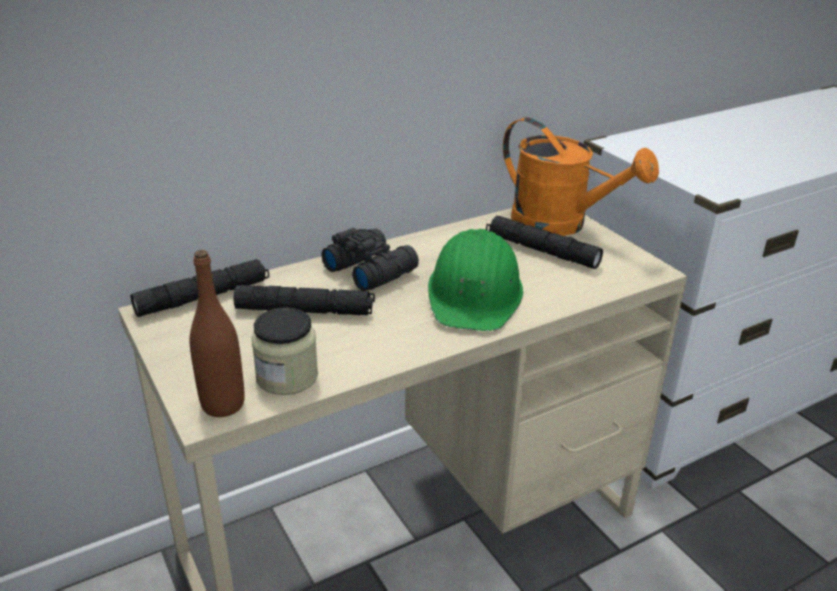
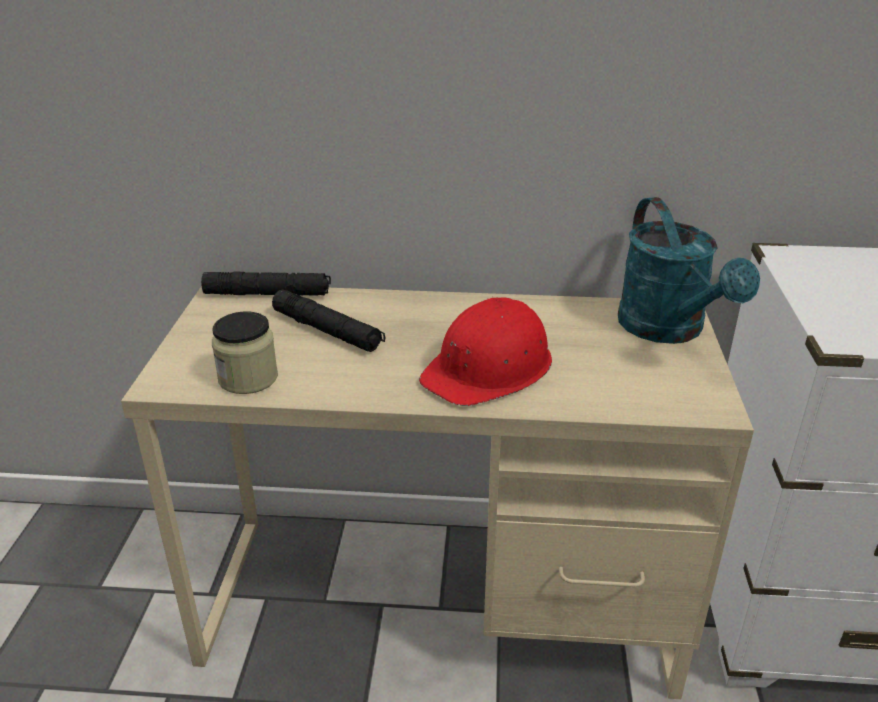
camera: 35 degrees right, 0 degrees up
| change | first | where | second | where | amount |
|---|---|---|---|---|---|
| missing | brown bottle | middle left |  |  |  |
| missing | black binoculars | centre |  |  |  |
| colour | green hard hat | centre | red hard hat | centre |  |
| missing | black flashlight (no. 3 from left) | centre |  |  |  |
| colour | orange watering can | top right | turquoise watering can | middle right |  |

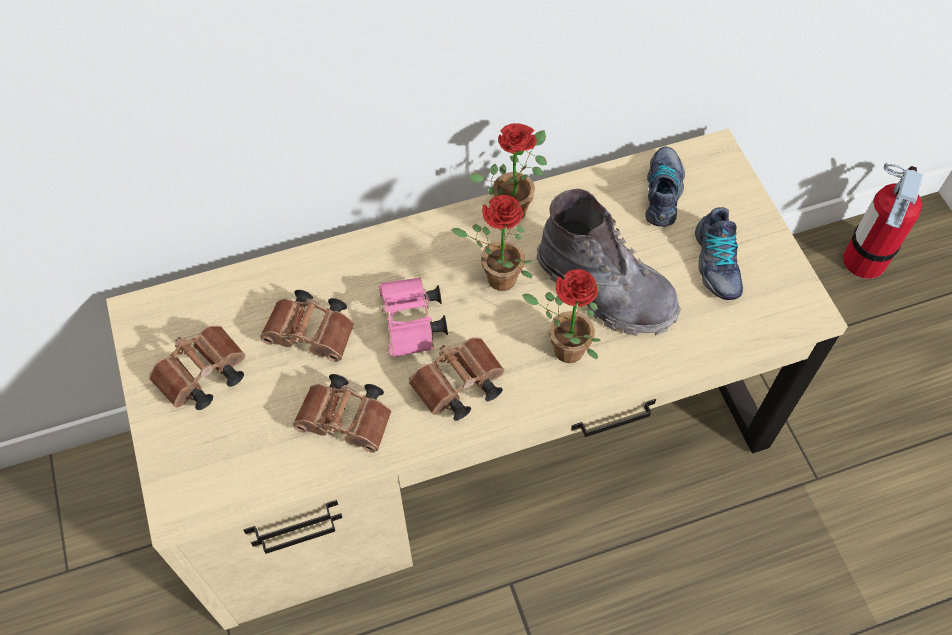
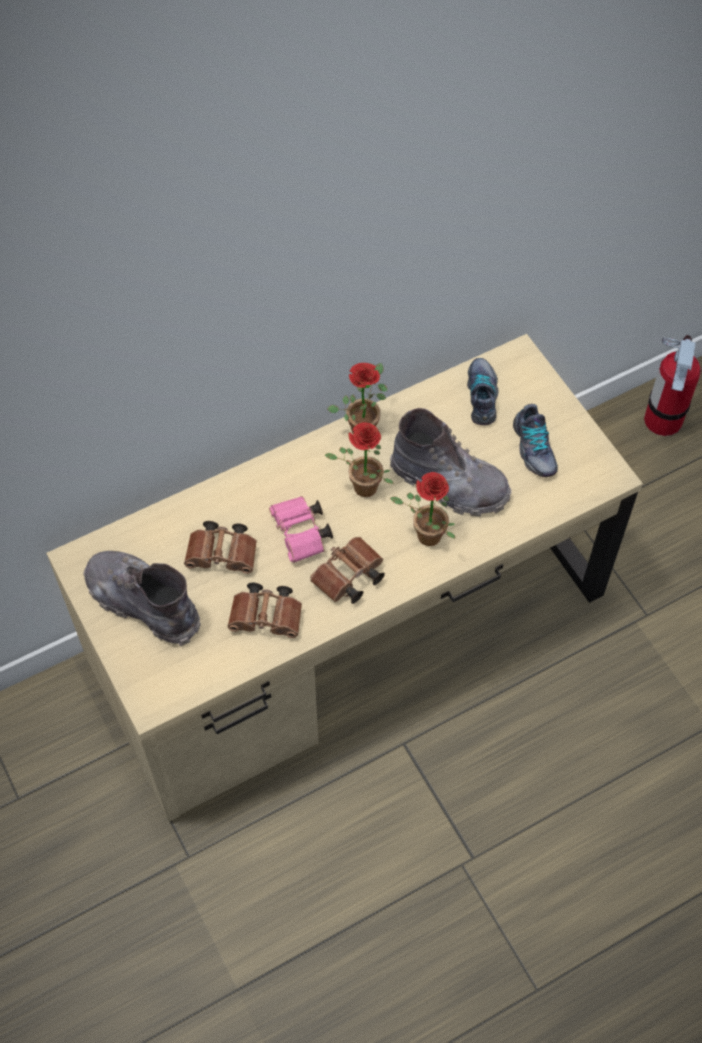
camera: 10 degrees left, 0 degrees up
| change | first | where | second | where | amount |
|---|---|---|---|---|---|
| exchanged | brown binoculars (no. 1 from left) | middle left | grey boot (no. 1 from left) | middle left |  |

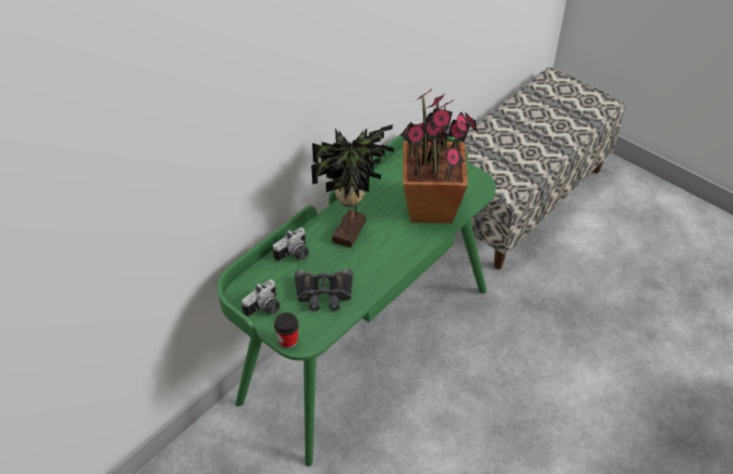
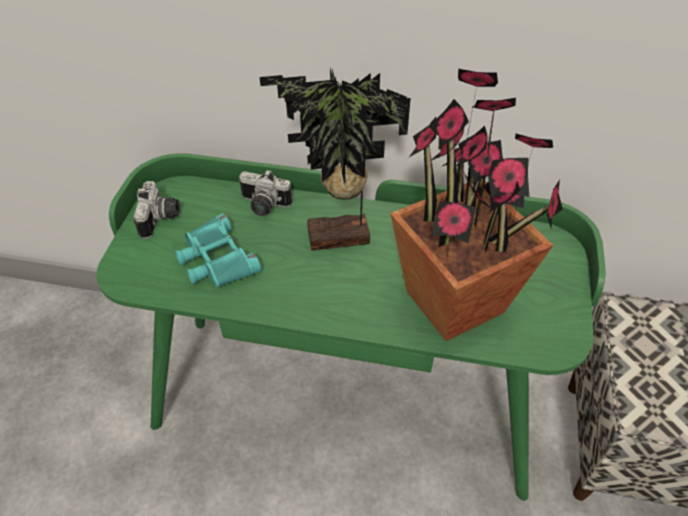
camera: 60 degrees right, 0 degrees up
| change | first | where | second | where | amount |
|---|---|---|---|---|---|
| spun | photo camera (no. 1 from left) | centre |  | middle left | 105 degrees counterclockwise |
| missing | cup | bottom centre |  |  |  |
| colour | black binoculars | centre | turquoise binoculars | middle left |  |

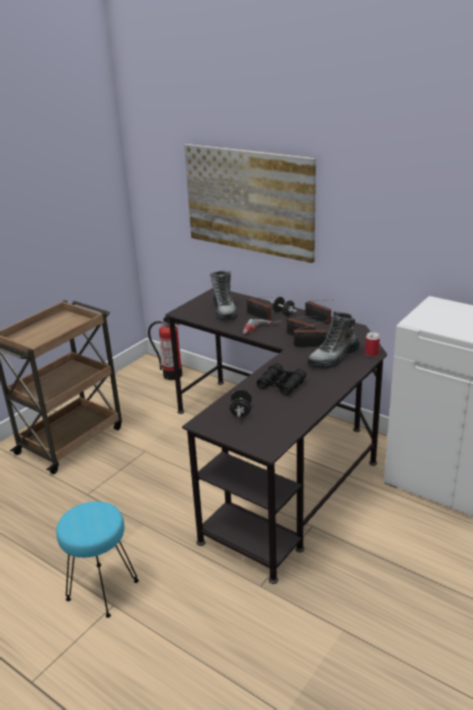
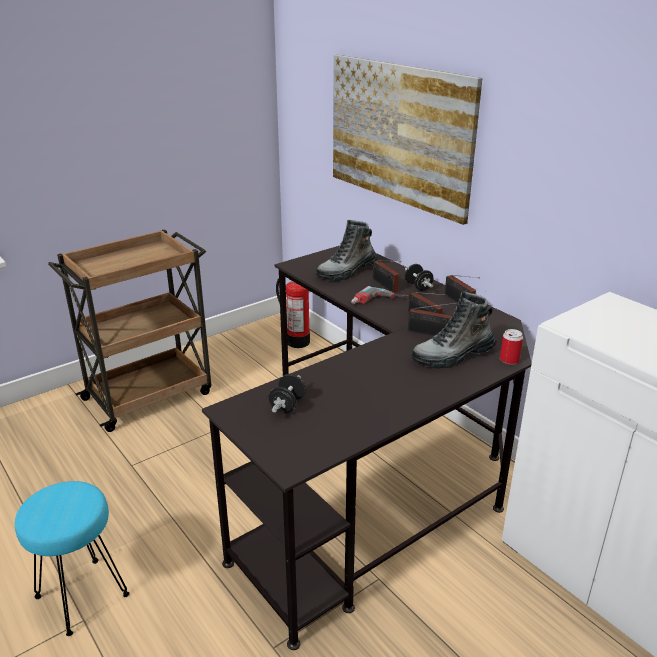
camera: 15 degrees right, 0 degrees up
| change | first | where | second | where | amount |
|---|---|---|---|---|---|
| spun | boot (no. 1 from left) | centre |  | centre | 45 degrees clockwise |
| missing | black binoculars | centre |  |  |  |

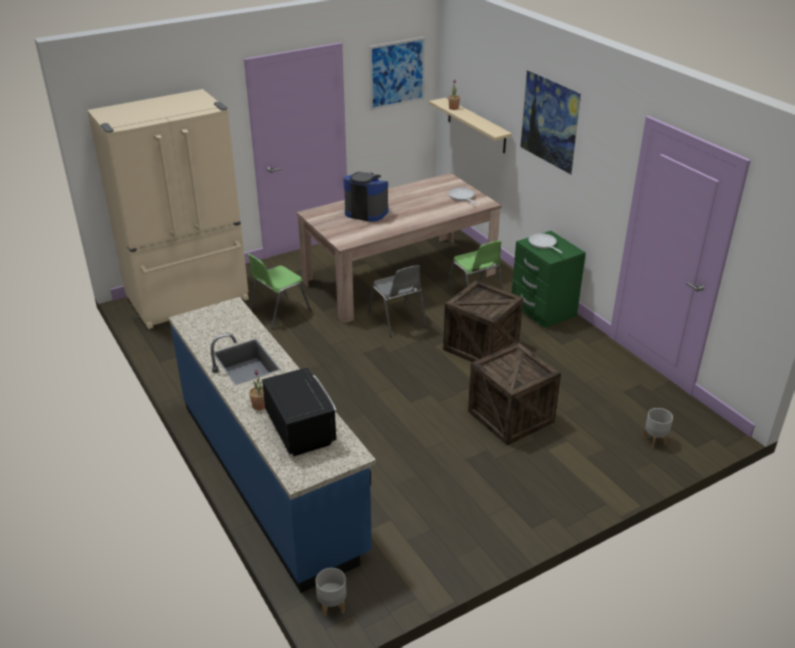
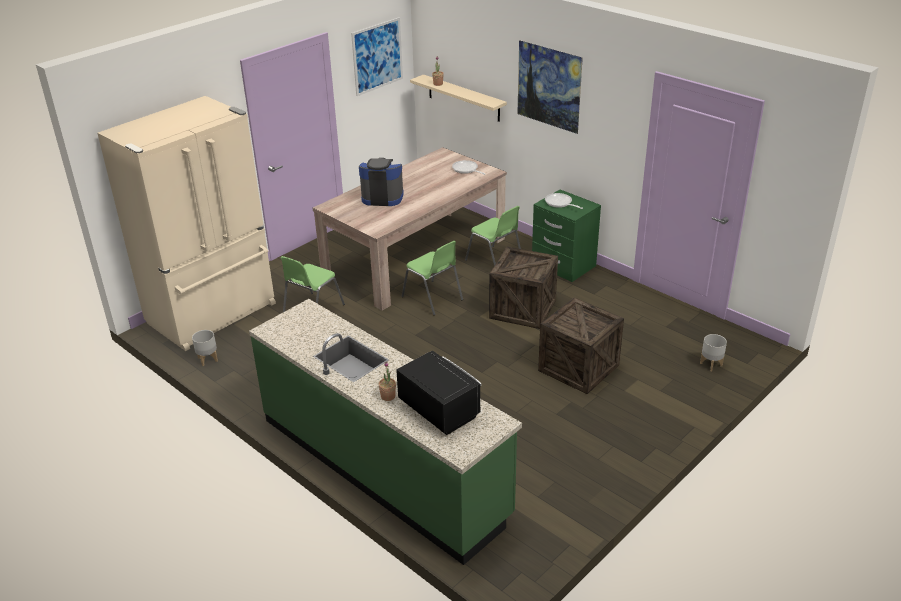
camera: 15 degrees left, 0 degrees up
| change | first | where | second | where | amount |
|---|---|---|---|---|---|
| colour | blue counter | bottom centre | green counter | bottom centre |  |
| relocated | grey planter (no. 1 from left) | bottom centre |  | middle left |  |
| colour | grey chair | centre | green chair (no. 2 from left) | centre |  |

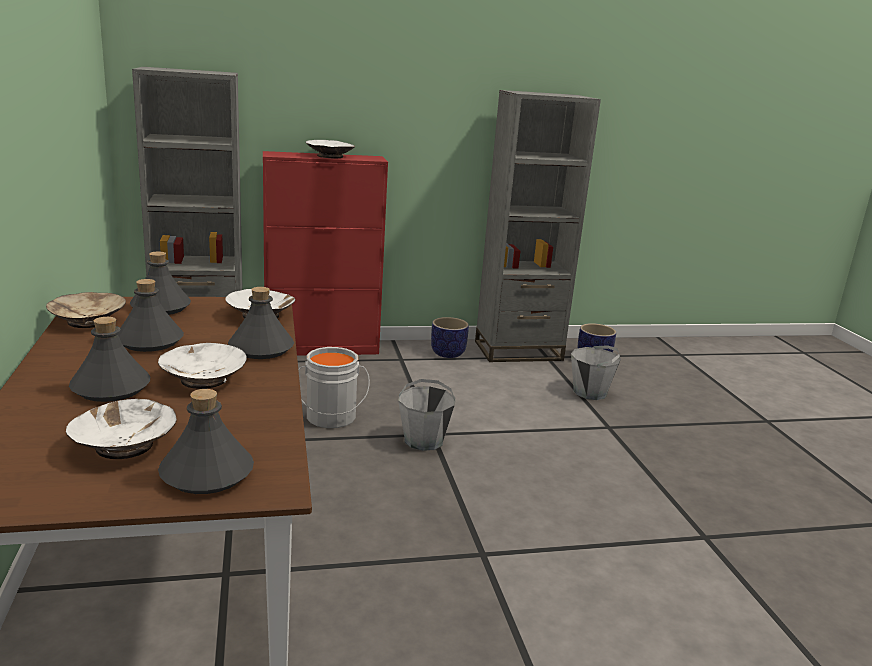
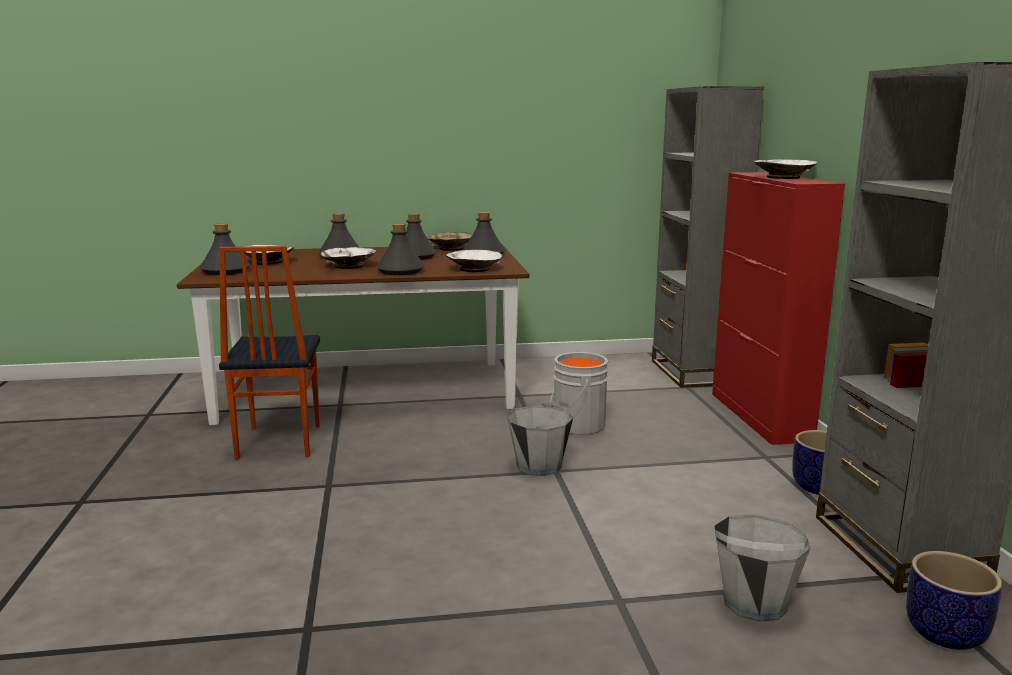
camera: 95 degrees right, 5 degrees down
| change | first | where | second | where | amount |
|---|---|---|---|---|---|
| appeared |  |  | chair | middle left |  |

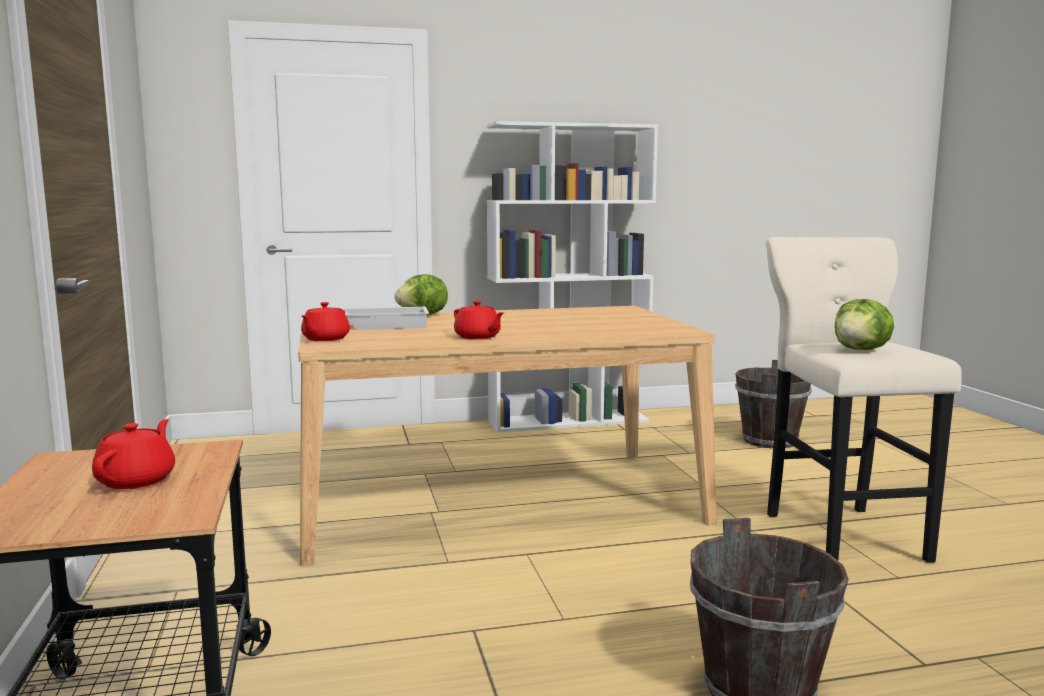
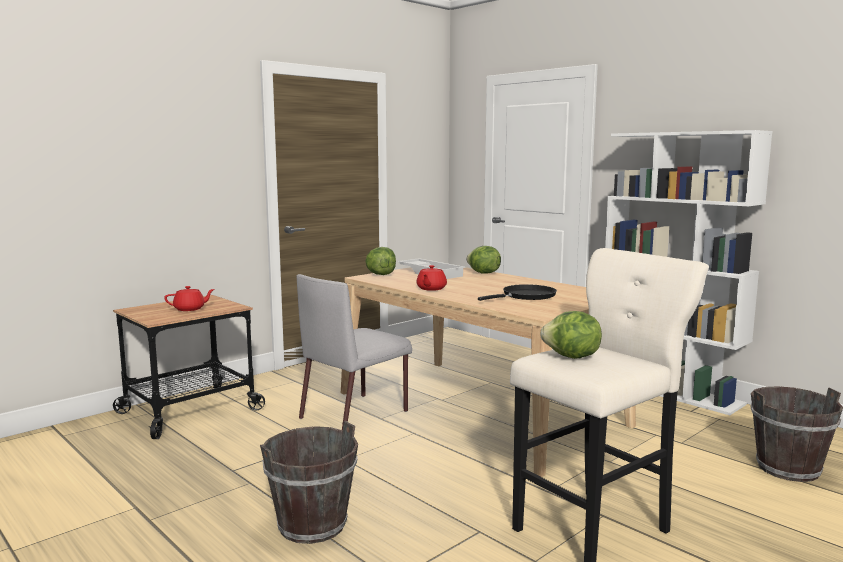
camera: 60 degrees right, 0 degrees up
| change | first | where | second | where | amount |
|---|---|---|---|---|---|
| exchanged | red teapot (no. 2 from left) | middle left | lettuce (no. 1 from left) | centre |  |
| appeared |  |  | grey chair | centre |  |
| appeared |  |  | black frying pan | centre |  |

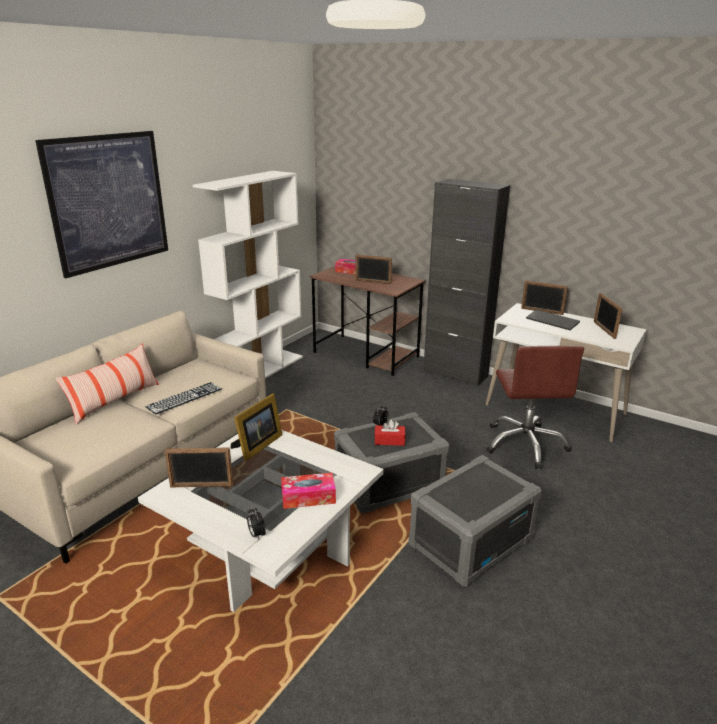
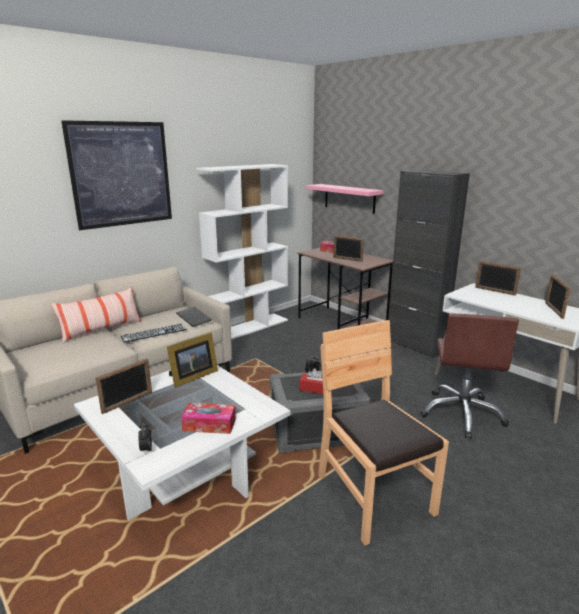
camera: 15 degrees right, 5 degrees down
| change | first | where | second | where | amount |
|---|---|---|---|---|---|
| spun | picture frame (no. 1 from left) | middle left |  | middle left | 60 degrees counterclockwise |
| exchanged | grey storage box (no. 2 from left) | bottom centre | brown chair | bottom centre |  |
| relocated | keyboard (no. 2 from left) | middle right |  | centre |  |
| appeared |  |  | pink shelf | top centre |  |

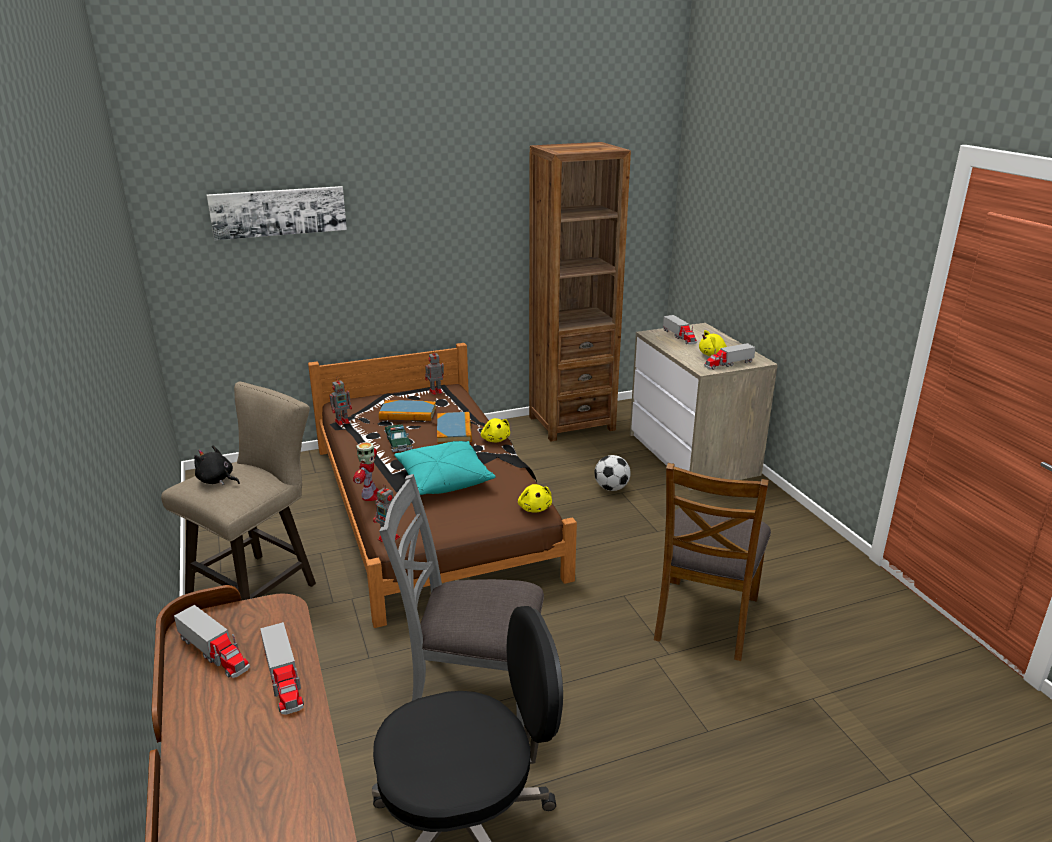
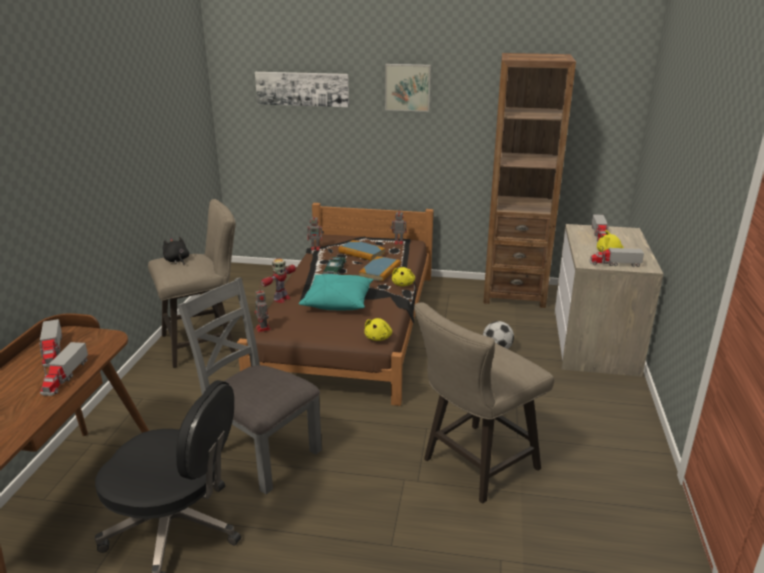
camera: 30 degrees right, 0 degrees up
| change | first | where | second | where | amount |
|---|---|---|---|---|---|
| exchanged | brown chair | bottom right | beige stool (no. 2 from left) | bottom centre |  |
| appeared |  |  | picture (no. 2 from left) | top centre |  |

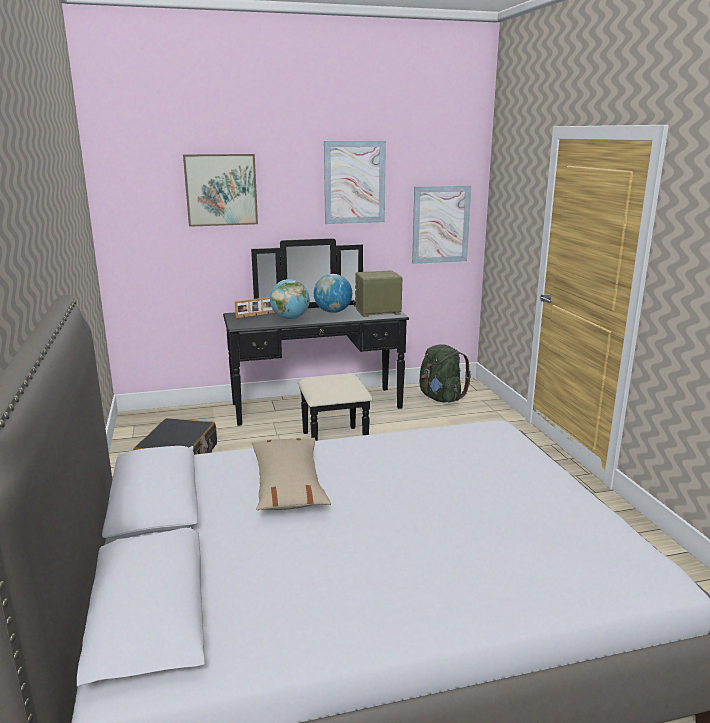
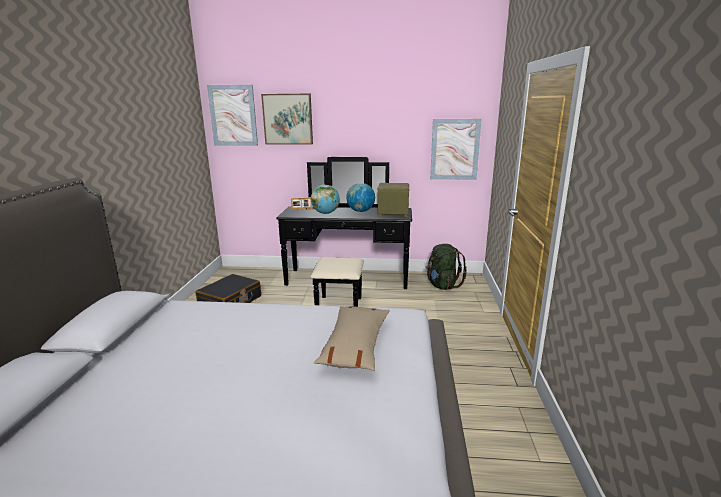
camera: 20 degrees right, 0 degrees up
| change | first | where | second | where | amount |
|---|---|---|---|---|---|
| relocated | beige pillow | centre |  | bottom centre |  |
| relocated | picture (no. 2 from left in the first image) | top centre | picture (no. 1 from left) | top left |  |

